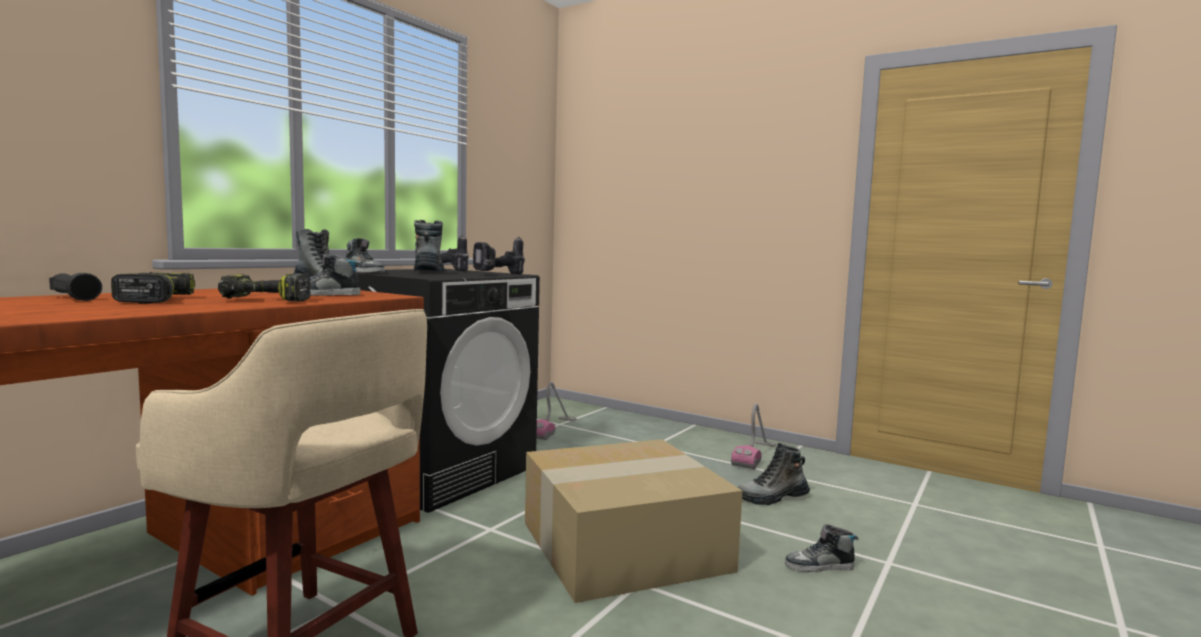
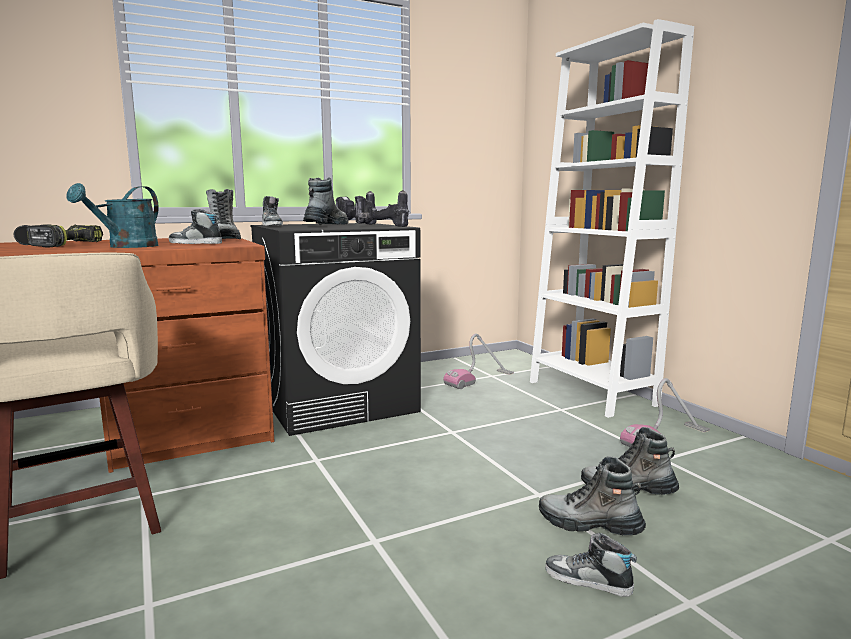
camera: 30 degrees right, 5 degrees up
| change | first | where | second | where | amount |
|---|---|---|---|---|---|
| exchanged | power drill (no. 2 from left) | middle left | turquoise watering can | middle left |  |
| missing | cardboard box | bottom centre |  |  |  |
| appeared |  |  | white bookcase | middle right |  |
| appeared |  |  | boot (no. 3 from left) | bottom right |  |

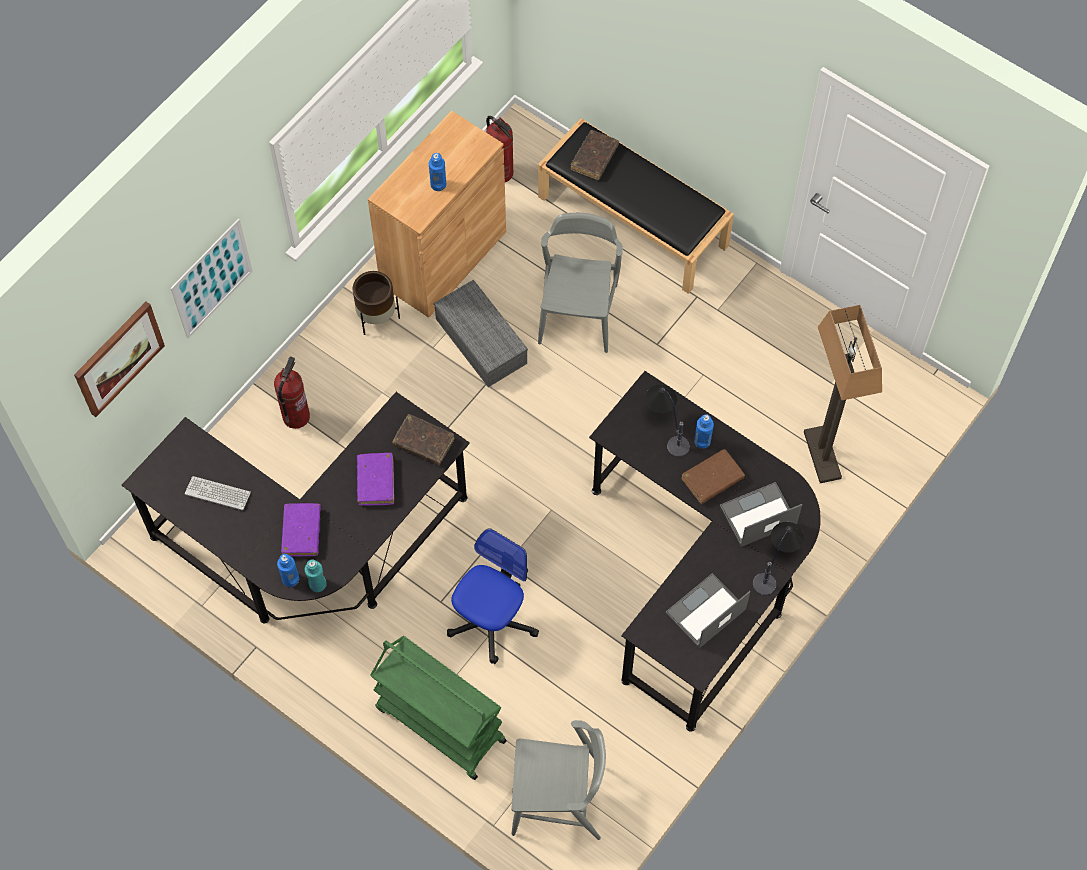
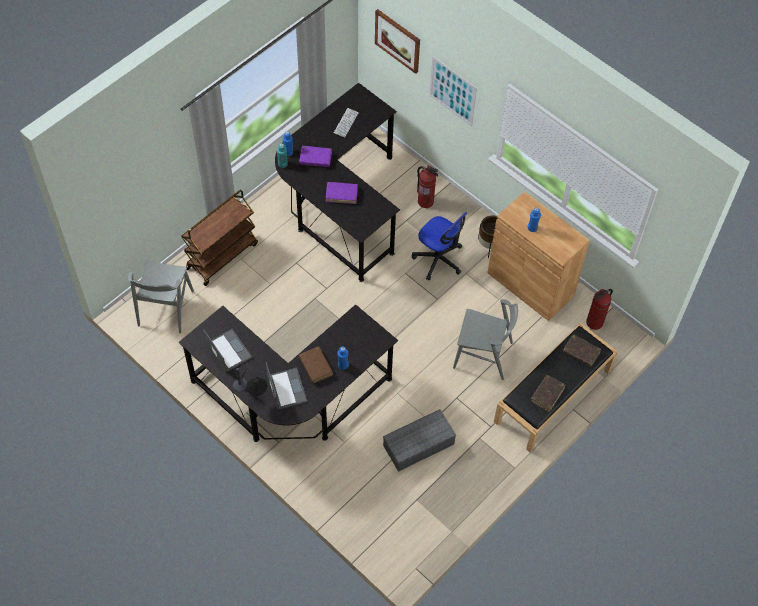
camera: 95 degrees right, 5 degrees down
| change | first | where | second | where | amount |
|---|---|---|---|---|---|
| colour | green cart | bottom centre | brown cart | middle left |  |
| relocated | brown book (no. 1 from left in the first image) | centre | brown book (no. 2 from left) | middle right |  |
| relocated | grey storage box | centre |  | bottom centre |  |
| relocated | office chair | bottom centre |  | centre |  |
| missing | table lamp (no. 1 from left) | centre |  |  |  |
| missing | floor lamp | middle right |  |  |  |

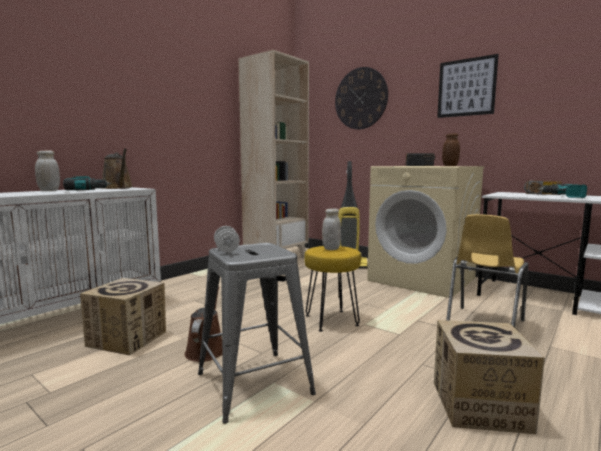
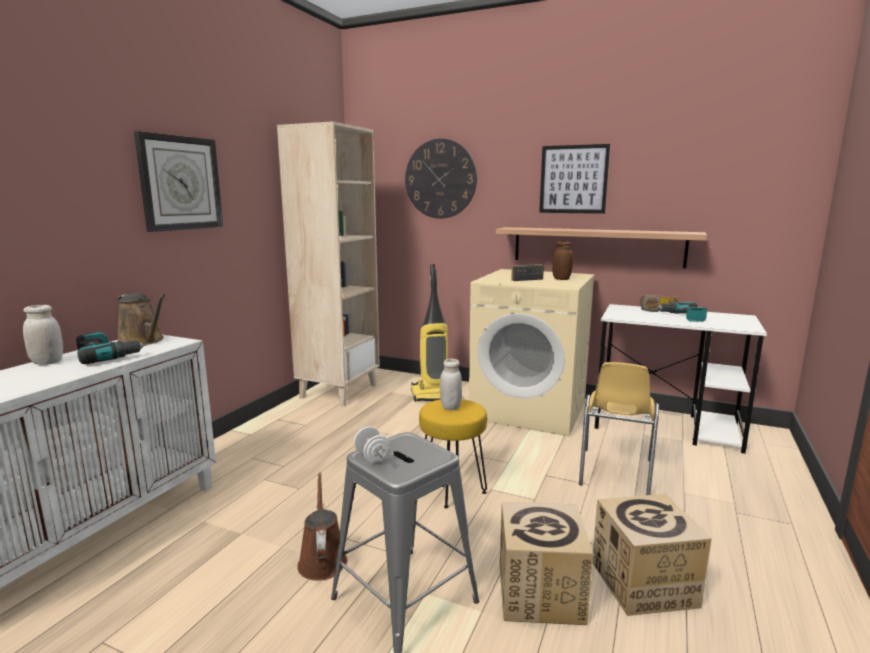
camera: 15 degrees left, 5 degrees up
| change | first | where | second | where | amount |
|---|---|---|---|---|---|
| relocated | cardboard box (no. 1 from left) | bottom left |  | bottom centre |  |
| appeared |  |  | wall clock (no. 1 from left) | top left |  |
| appeared |  |  | shelf | middle right |  |

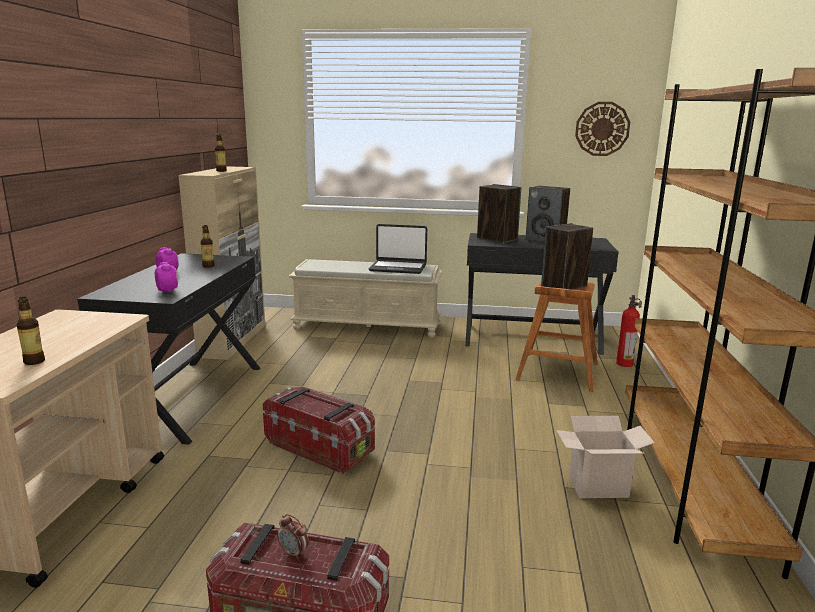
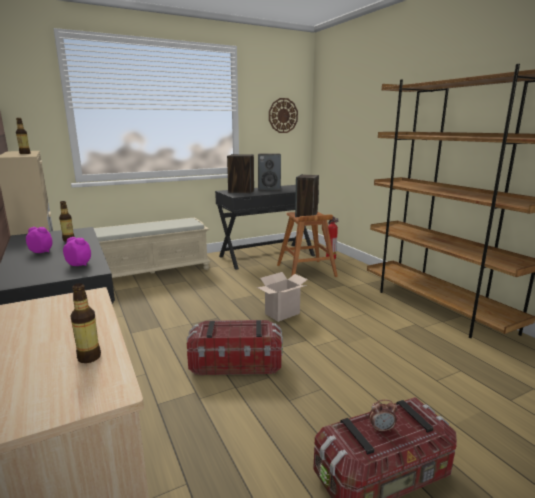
camera: 35 degrees left, 0 degrees up
| change | first | where | second | where | amount |
|---|---|---|---|---|---|
| missing | laptop | centre |  |  |  |
| relocated | cardboard box | bottom right |  | centre |  |

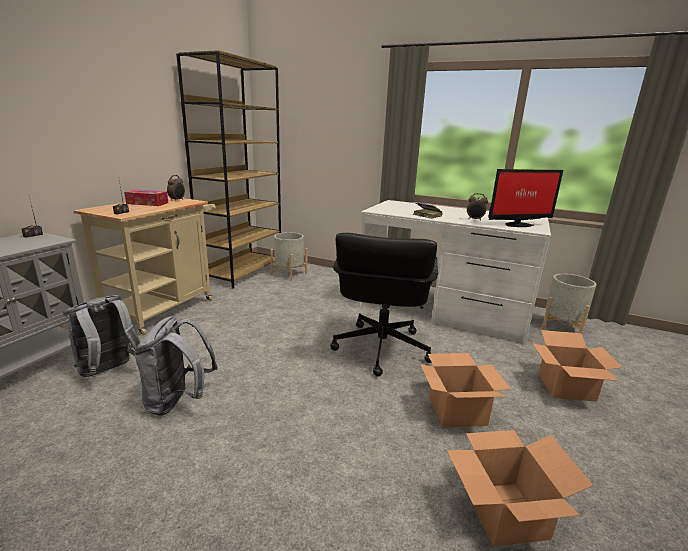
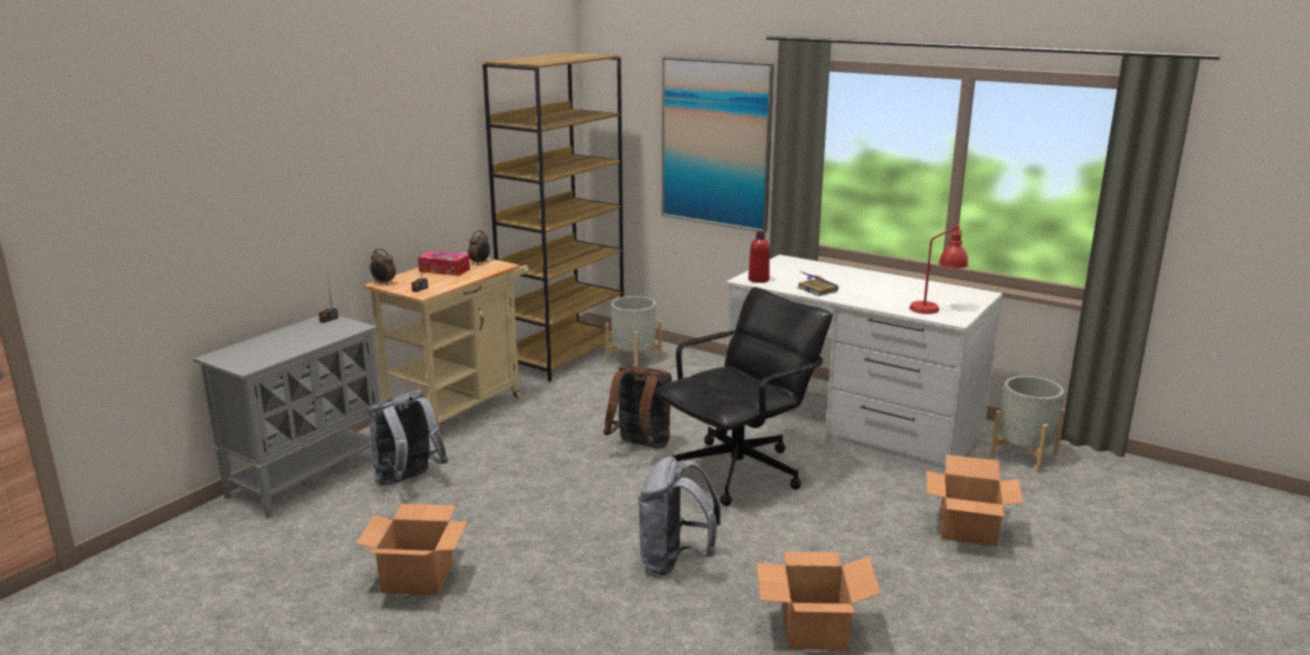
camera: 10 degrees right, 0 degrees up
| change | first | where | second | where | amount |
|---|---|---|---|---|---|
| relocated | grey backpack (no. 2 from left) | middle left |  | bottom centre |  |
| spun | black office chair | centre |  | centre | 150 degrees counterclockwise |
| relocated | cardboard box (no. 1 from left) | bottom right |  | bottom left |  |
| relocated | alarm clock (no. 2 from left in the first image) | middle right | alarm clock (no. 1 from left) | middle left |  |
| exchanged | monitor | middle right | red table lamp | middle right |  |
| appeared |  |  | brown backpack | centre |  |
| appeared |  |  | picture | top centre |  |
| appeared |  |  | red bottle | centre |  |

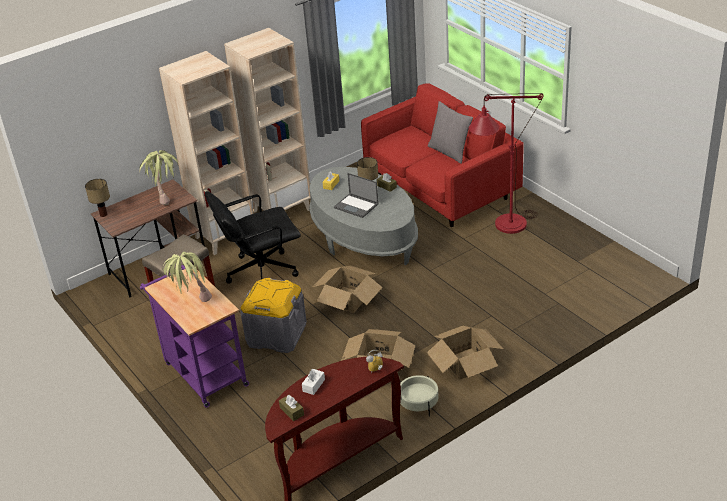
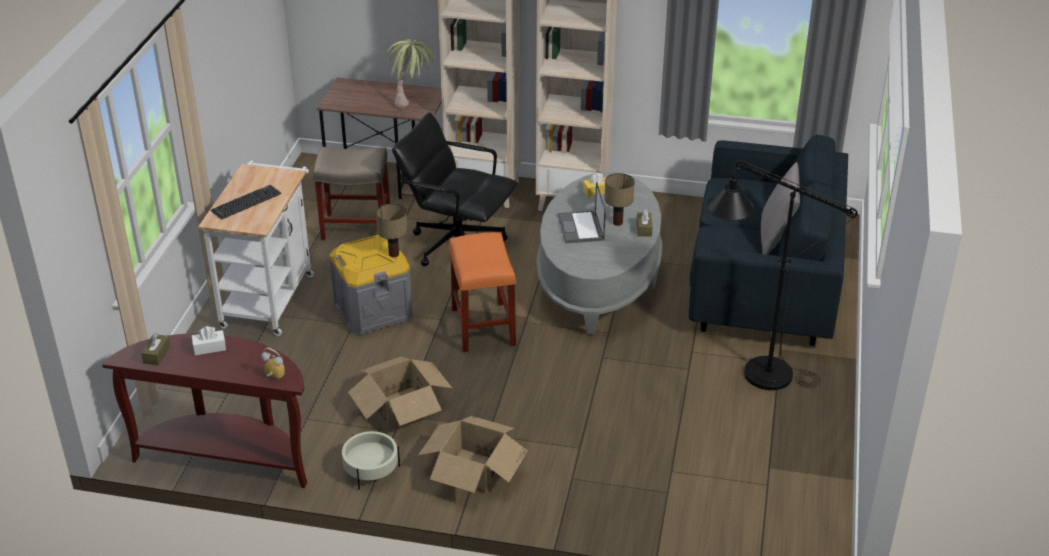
camera: 45 degrees right, 0 degrees up
| change | first | where | second | where | amount |
|---|---|---|---|---|---|
| relocated | table lamp (no. 1 from left) | middle left |  | centre |  |
| colour | purple cart | bottom left | white cart | middle left |  |
| exchanged | potted plant (no. 2 from left) | middle left | keyboard | middle left |  |
| exchanged | cardboard box (no. 1 from left) | centre | orange stool | centre |  |
| colour | red sofa | top centre | blue sofa | middle right |  |
| colour | red floor lamp | top right | black floor lamp | middle right |  |

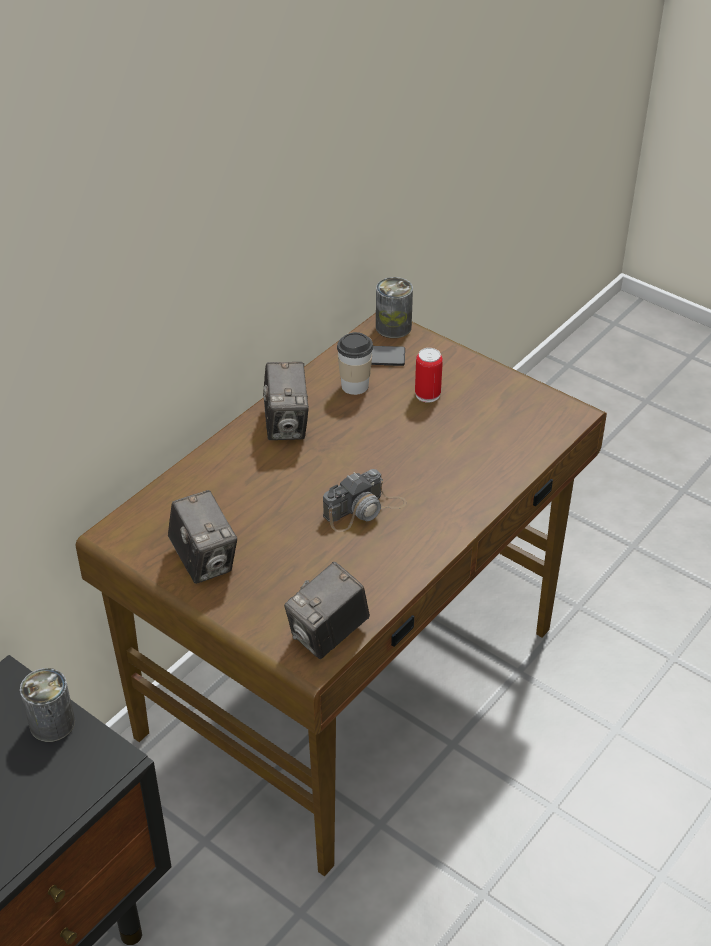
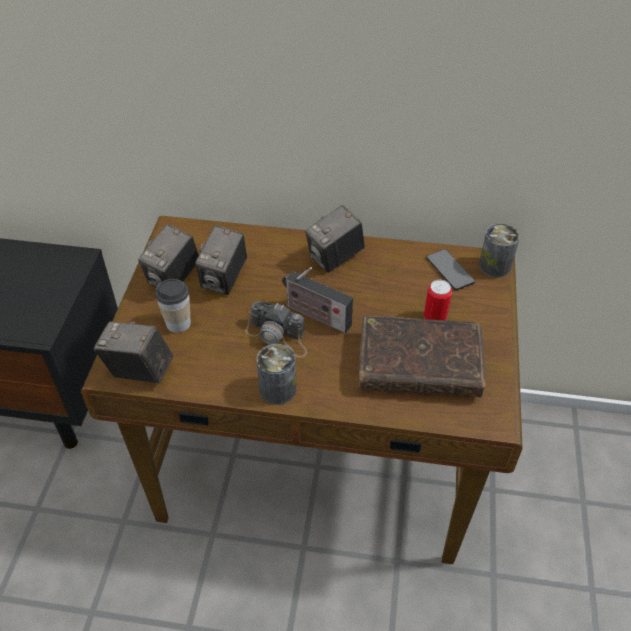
camera: 60 degrees right, 5 degrees up
| change | first | where | second | where | amount |
|---|---|---|---|---|---|
| relocated | can (no. 1 from left) | bottom left |  | centre |  |
| relocated | cup | centre |  | middle left |  |
| appeared |  |  | photo camera (no. 3 from left) | centre |  |
| appeared |  |  | radio | centre |  |
| appeared |  |  | brown book | middle right |  |

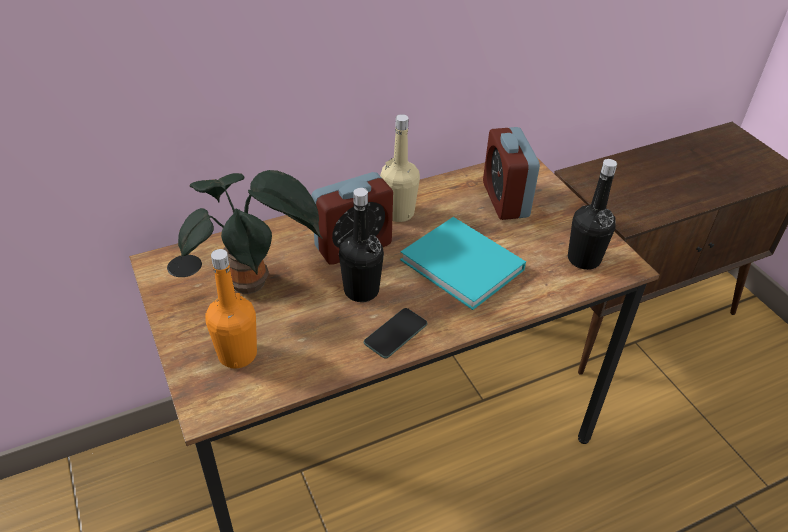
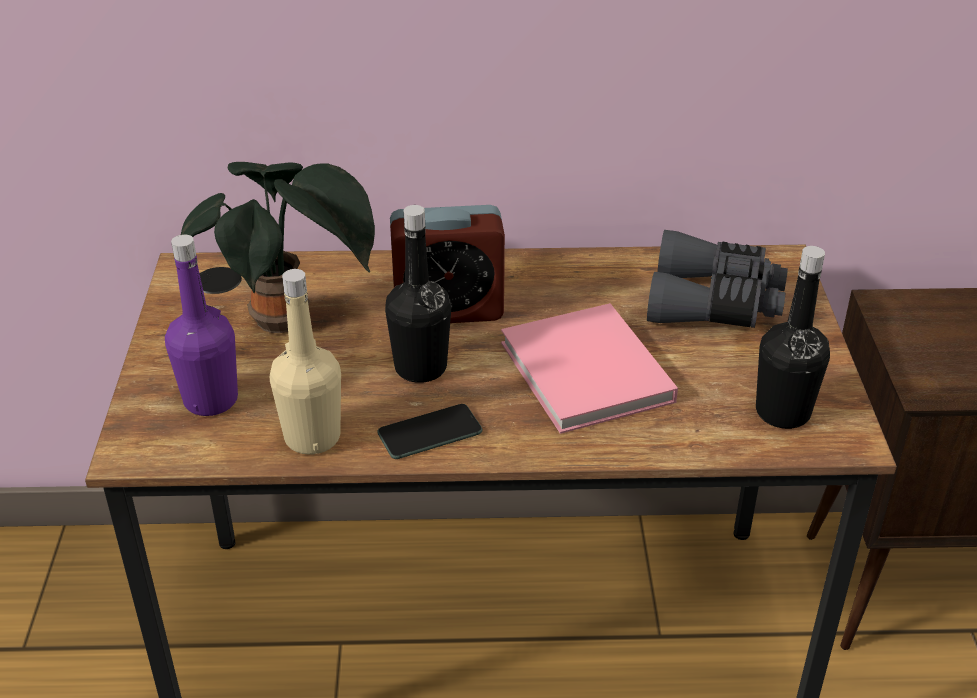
camera: 25 degrees right, 5 degrees down
| change | first | where | second | where | amount |
|---|---|---|---|---|---|
| colour | orange bottle | middle left | purple bottle | middle left |  |
| relocated | beige bottle | top centre |  | middle left |  |
| colour | turquoise book | centre | pink book | centre |  |
| exchanged | alarm clock (no. 2 from left) | top centre | grey binoculars | middle right |  |

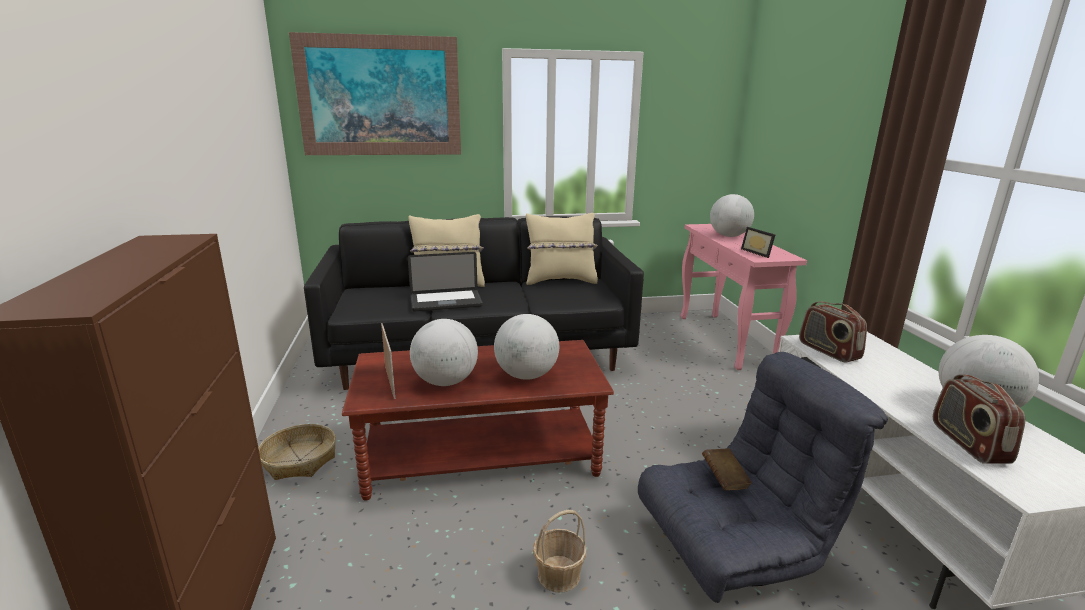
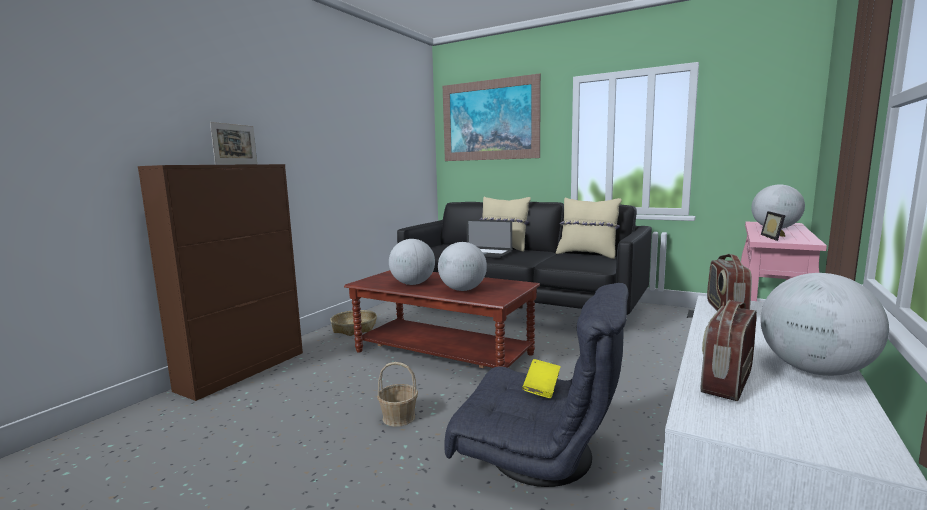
camera: 40 degrees right, 10 degrees down
| change | first | where | second | where | amount |
|---|---|---|---|---|---|
| relocated | picture frame (no. 1 from left) | centre |  | top left |  |
| colour | brown book | bottom right | yellow book | bottom centre |  |

